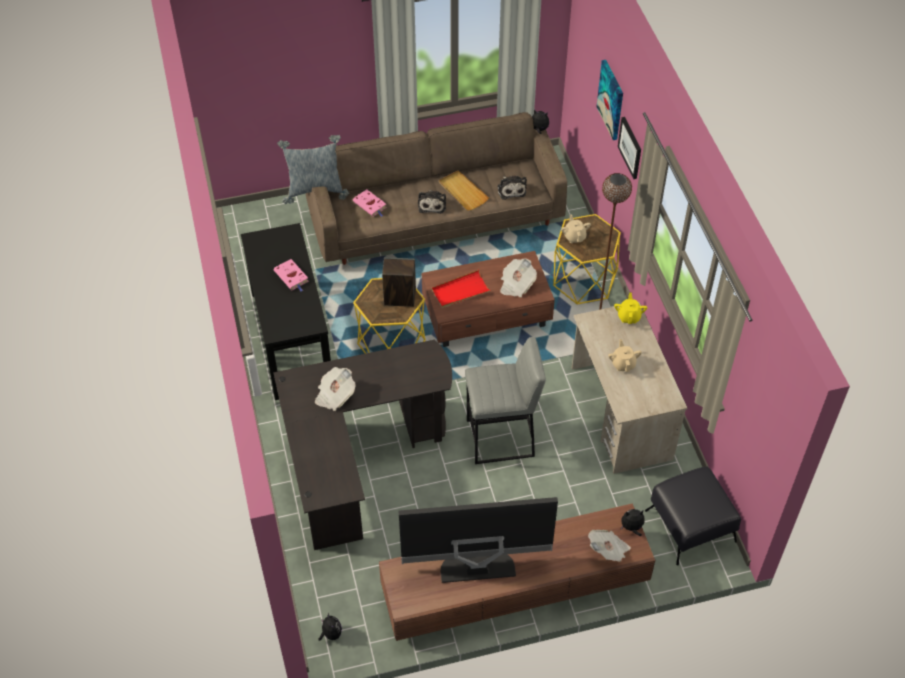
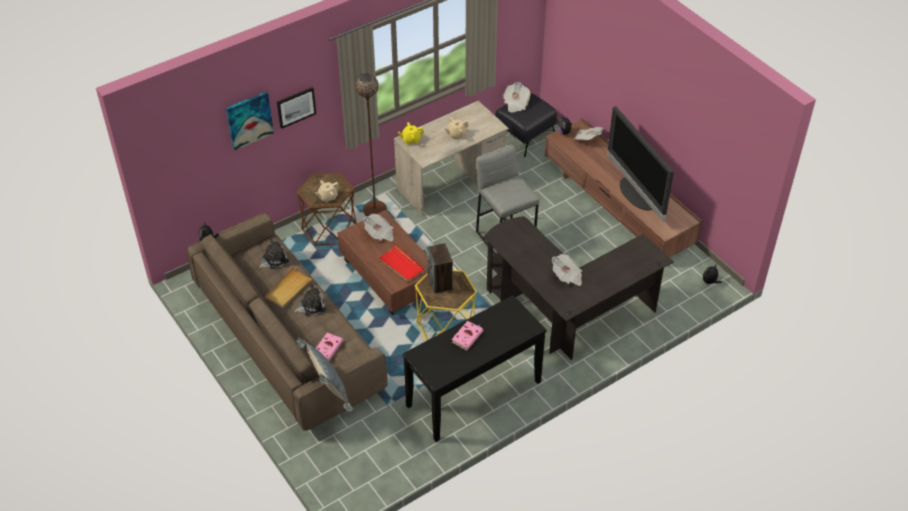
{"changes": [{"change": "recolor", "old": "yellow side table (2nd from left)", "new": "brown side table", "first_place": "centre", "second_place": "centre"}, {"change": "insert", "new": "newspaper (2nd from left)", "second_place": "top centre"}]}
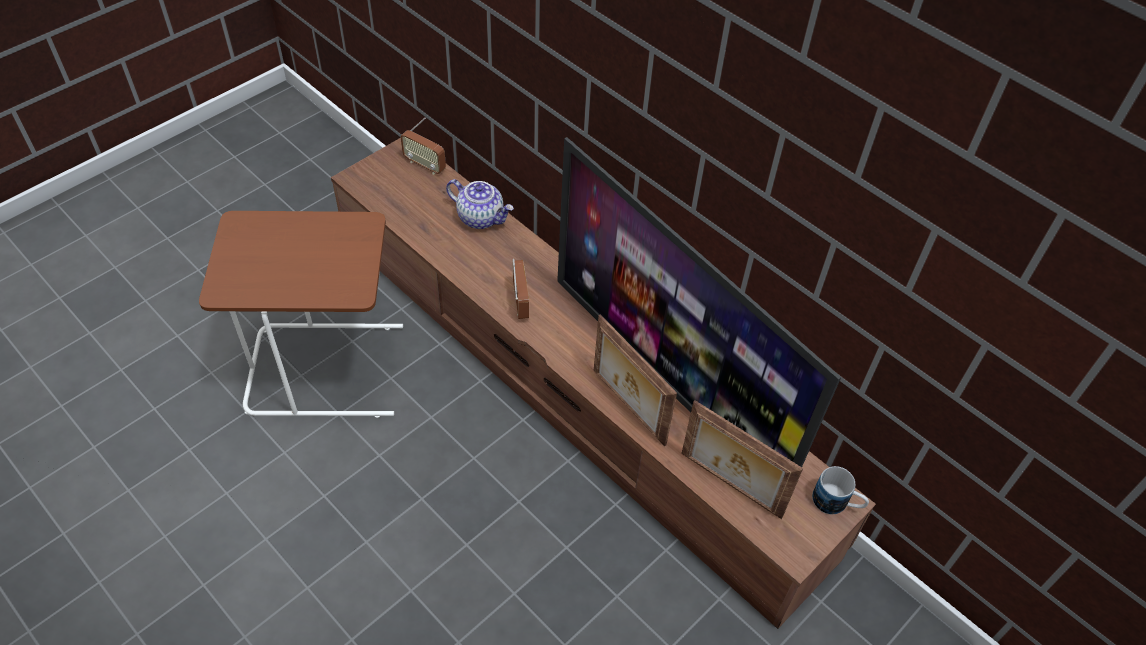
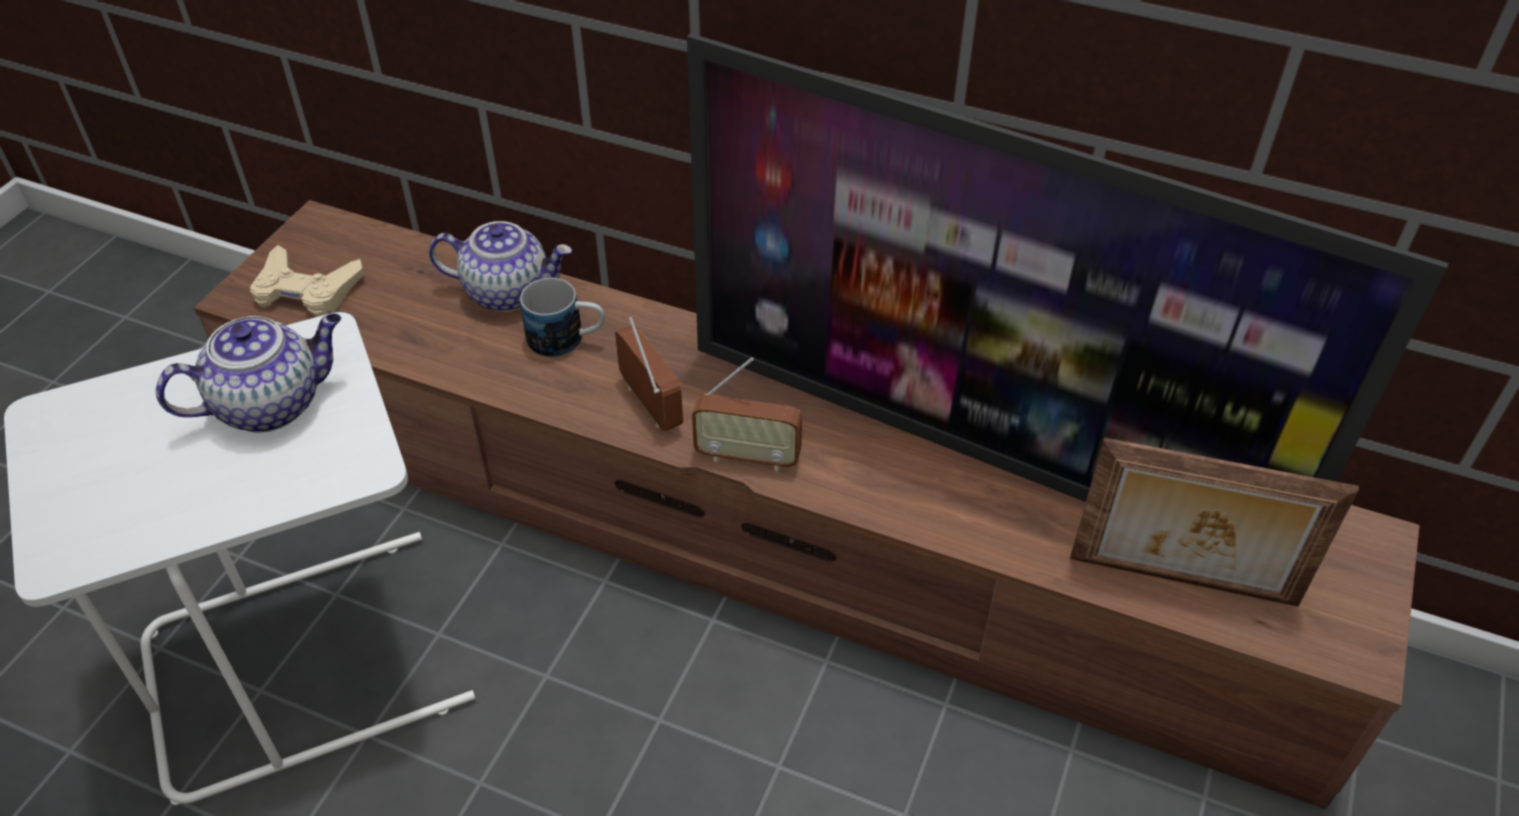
{"changes": [{"change": "recolor", "old": "brown side table", "new": "white side table", "first_place": "middle left", "second_place": "bottom left"}, {"change": "move", "old": "radio (1st from left in the first image)", "new": "radio (2nd from left)", "first_place": "top centre", "second_place": "centre"}, {"change": "delete", "old": "picture frame (1st from left)", "first_place": "centre"}, {"change": "move", "old": "mug", "first_place": "bottom right", "second_place": "centre"}, {"change": "insert", "new": "teapot (1st from left)", "second_place": "middle left"}, {"change": "insert", "new": "beige game controller", "second_place": "middle left"}]}
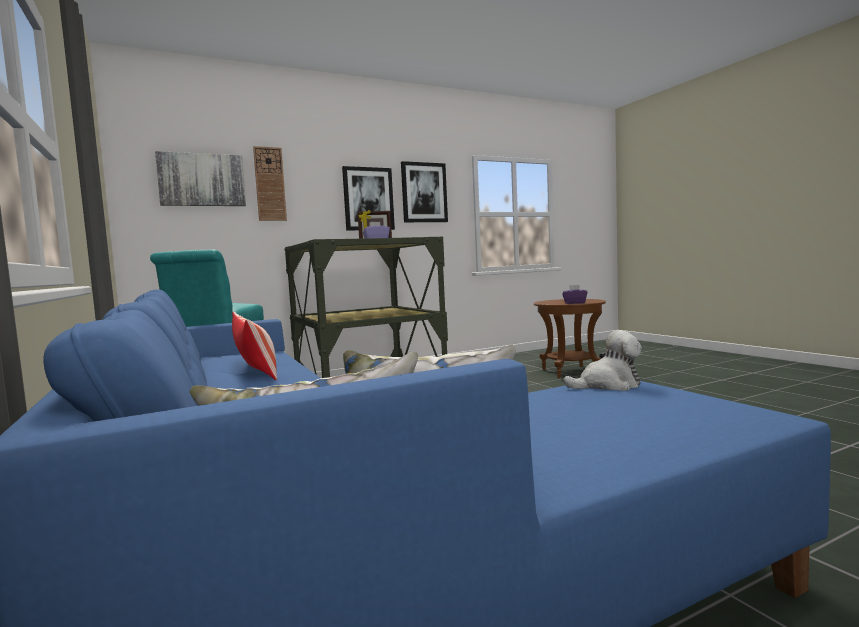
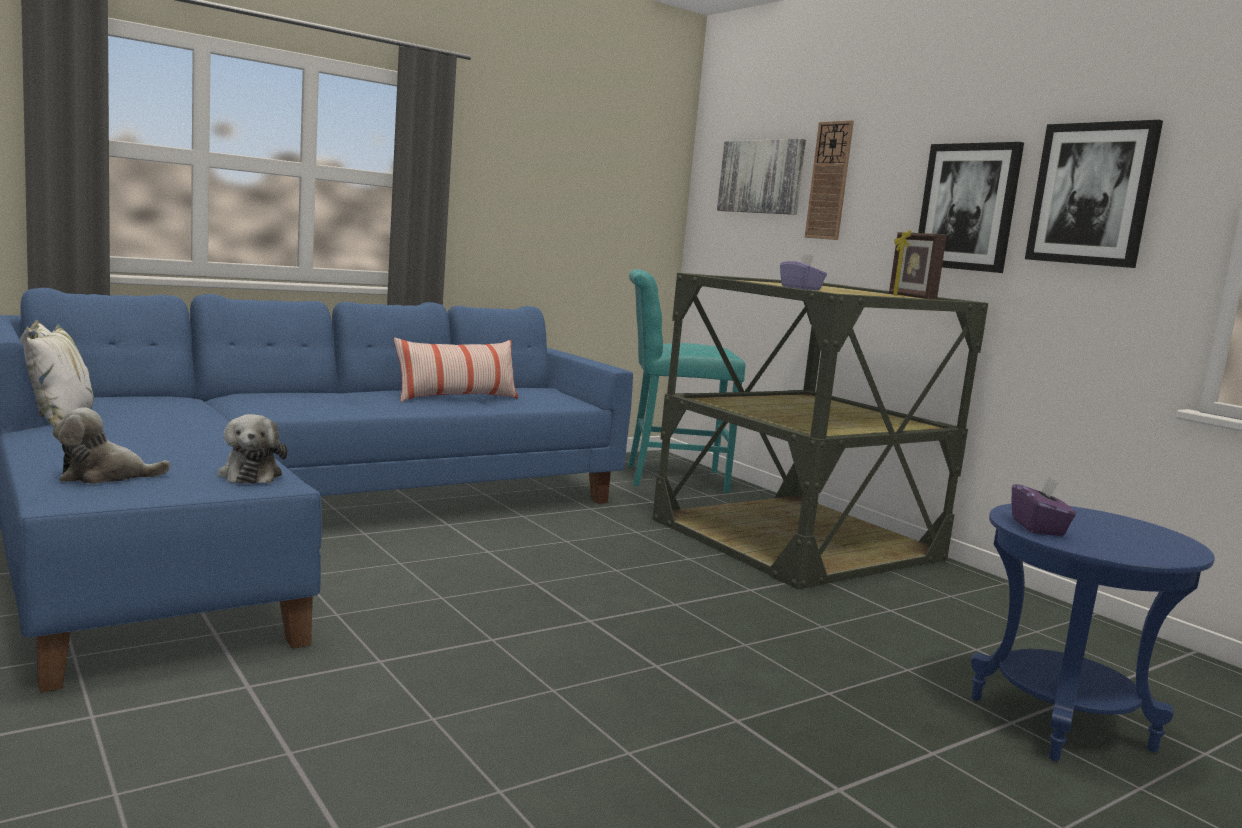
{"changes": [{"change": "recolor", "old": "brown side table", "new": "blue side table", "first_place": "centre", "second_place": "bottom right"}, {"change": "insert", "new": "plush toy (1st from left)", "second_place": "middle left"}]}
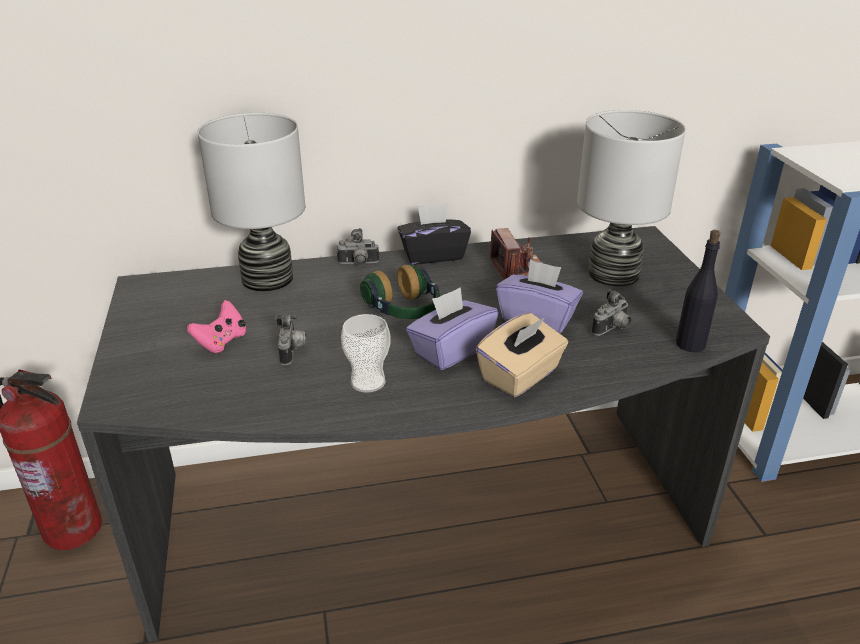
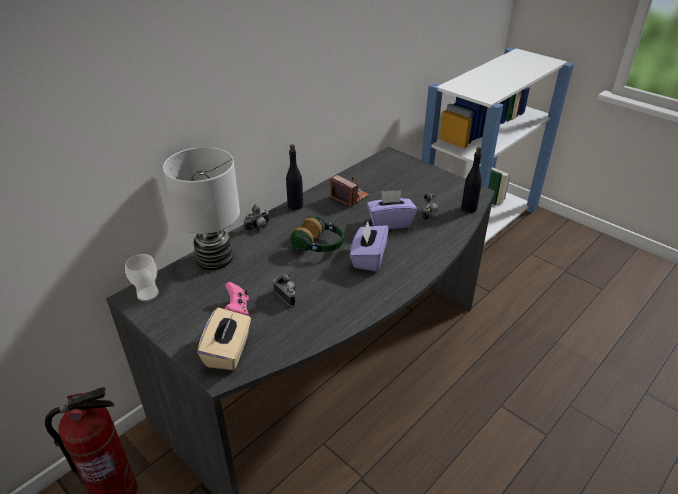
{"changes": [{"change": "move", "old": "cup", "first_place": "centre", "second_place": "middle left"}, {"change": "replace", "old": "black tissue box", "new": "black bottle (1st from left)", "first_place": "centre", "second_place": "centre"}, {"change": "move", "old": "beige tissue box", "first_place": "centre", "second_place": "bottom left"}, {"change": "delete", "old": "grey table lamp (2nd from left)", "first_place": "top right"}]}
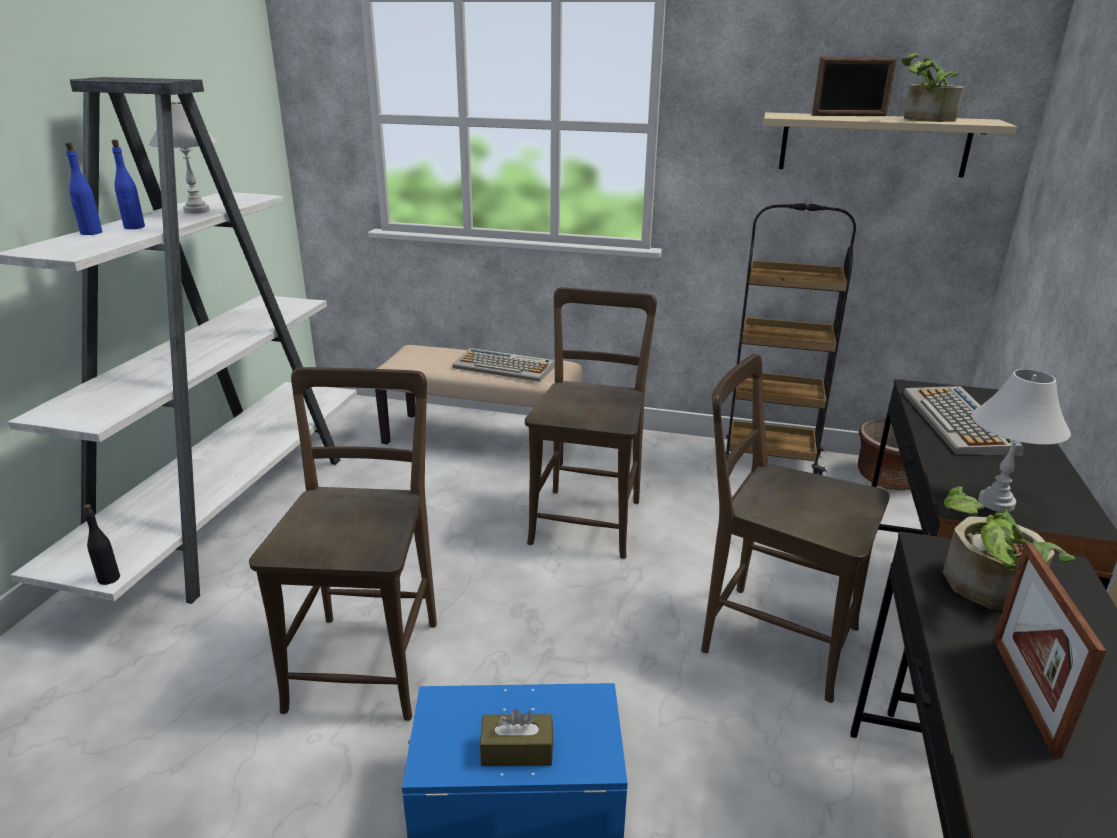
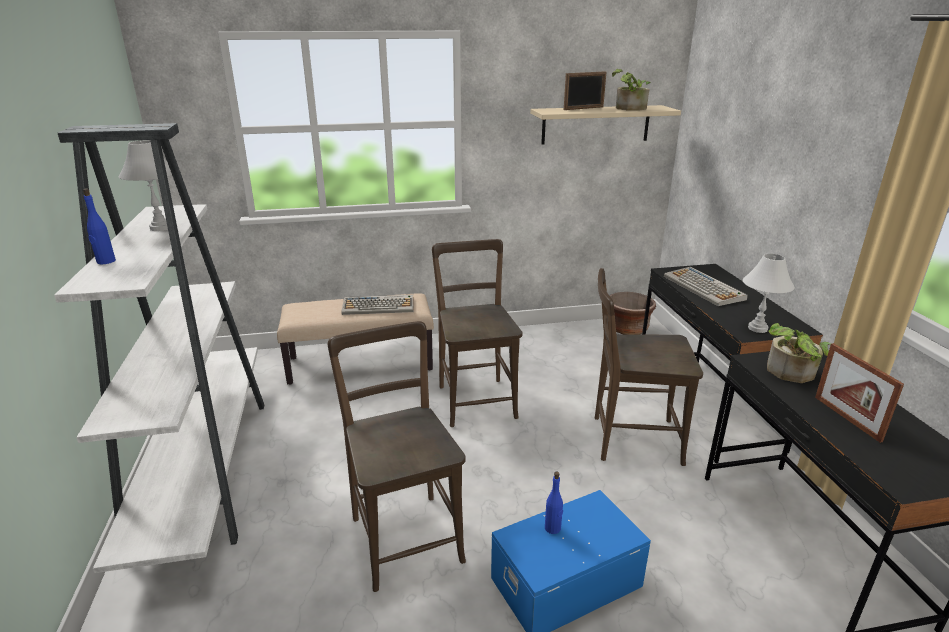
{"changes": [{"change": "delete", "old": "black bottle", "first_place": "middle left"}, {"change": "move", "old": "blue bottle (2nd from left)", "first_place": "top left", "second_place": "bottom centre"}, {"change": "delete", "old": "brown tissue box", "first_place": "bottom centre"}, {"change": "delete", "old": "brown cart", "first_place": "middle right"}]}
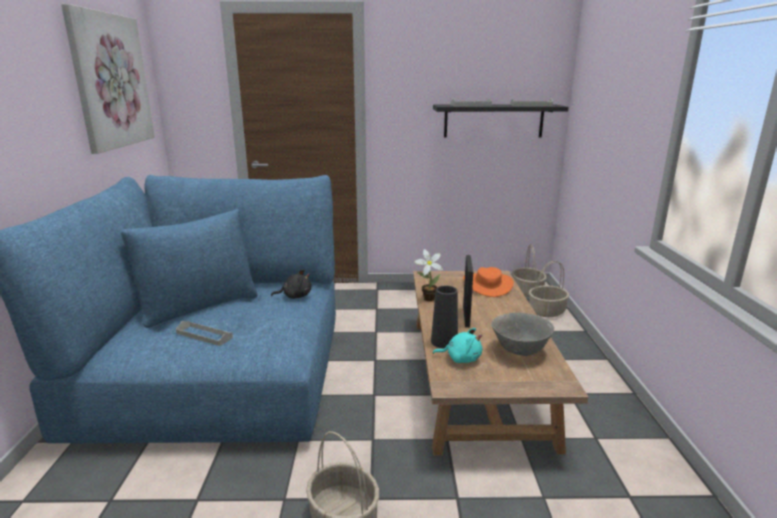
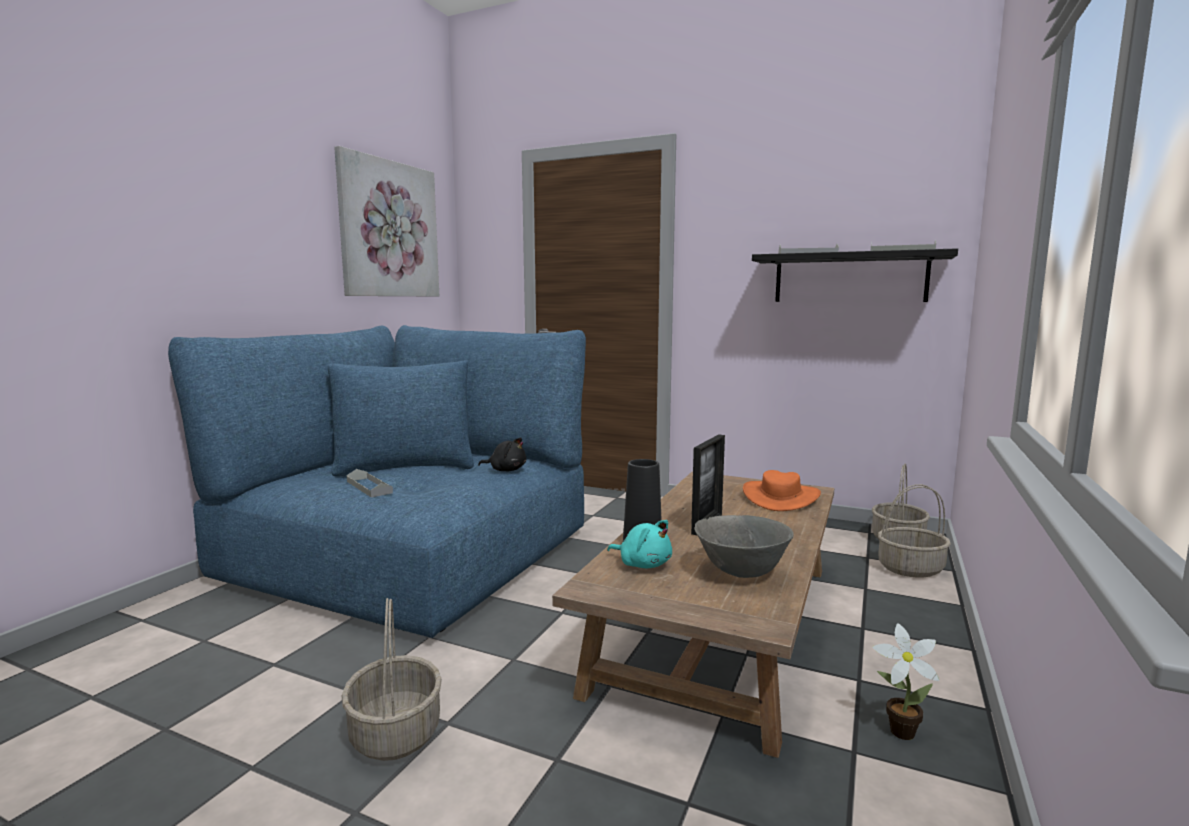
{"changes": [{"change": "move", "old": "potted plant", "first_place": "centre", "second_place": "bottom right"}]}
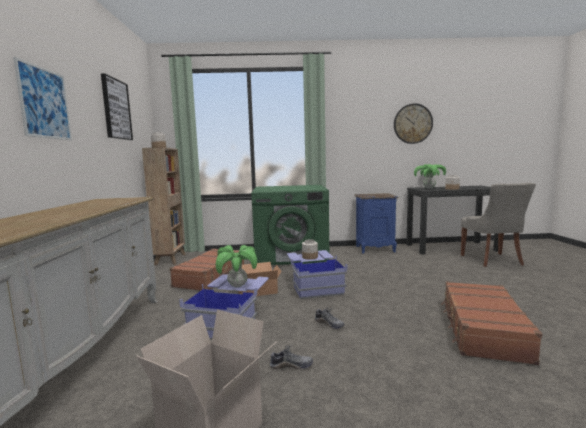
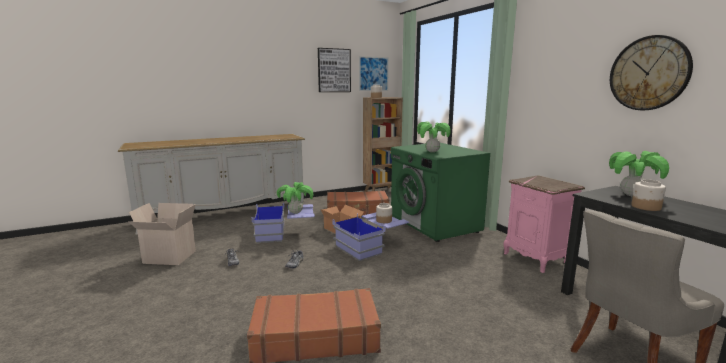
{"changes": [{"change": "move", "old": "picture (1st from left in the first image)", "new": "picture (2nd from left)", "first_place": "top left", "second_place": "top centre"}, {"change": "recolor", "old": "blue nightstand", "new": "pink nightstand", "first_place": "centre", "second_place": "middle right"}, {"change": "insert", "new": "potted plant (2nd from left)", "second_place": "centre"}]}
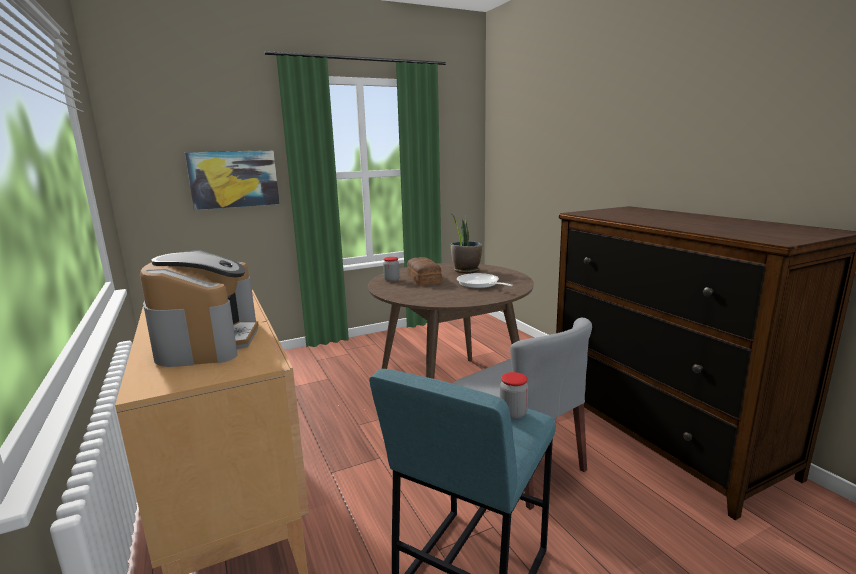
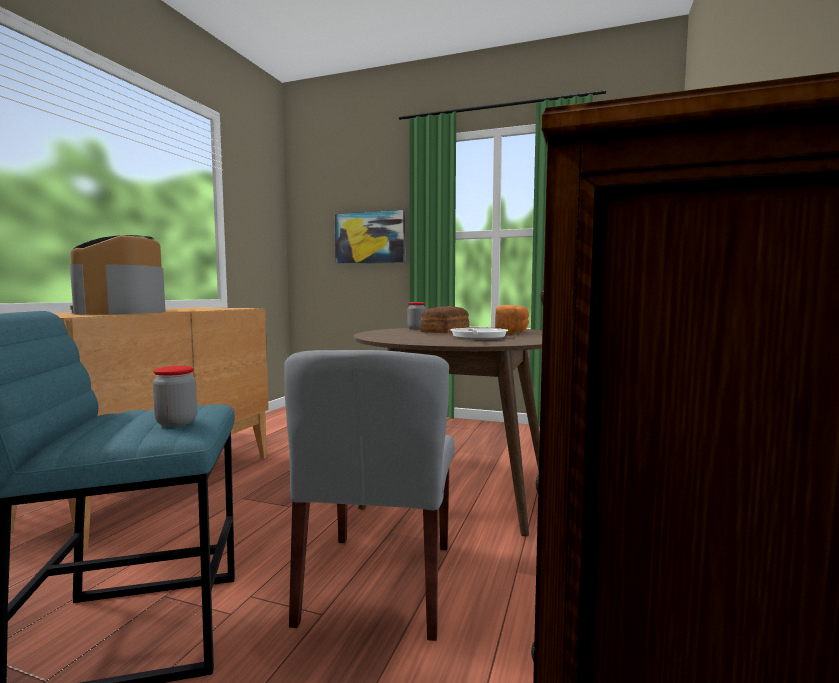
{"changes": [{"change": "rotate", "old": "coffee machine", "first_place": "middle left", "second_place": "middle left", "degrees": 120}, {"change": "replace", "old": "potted plant", "new": "bread (2nd from left)", "first_place": "centre", "second_place": "centre"}]}
